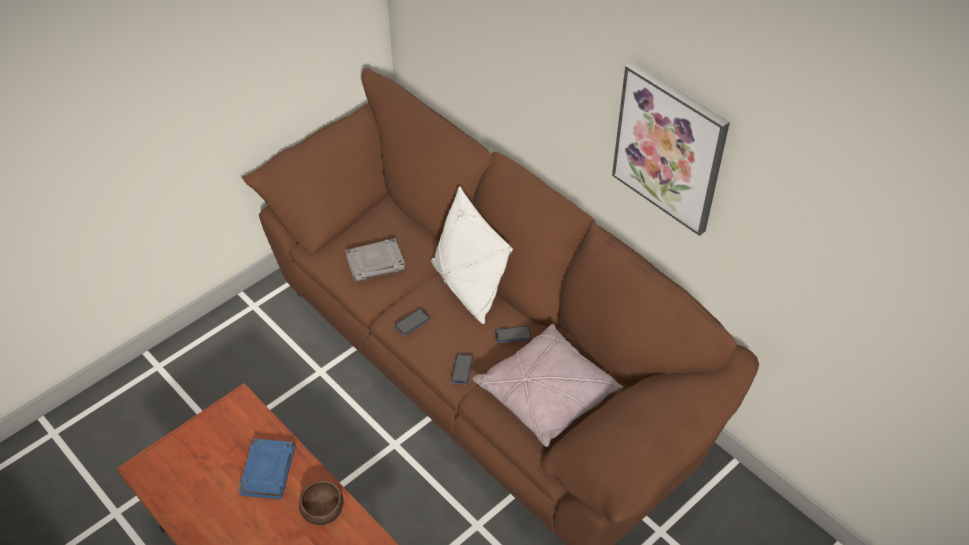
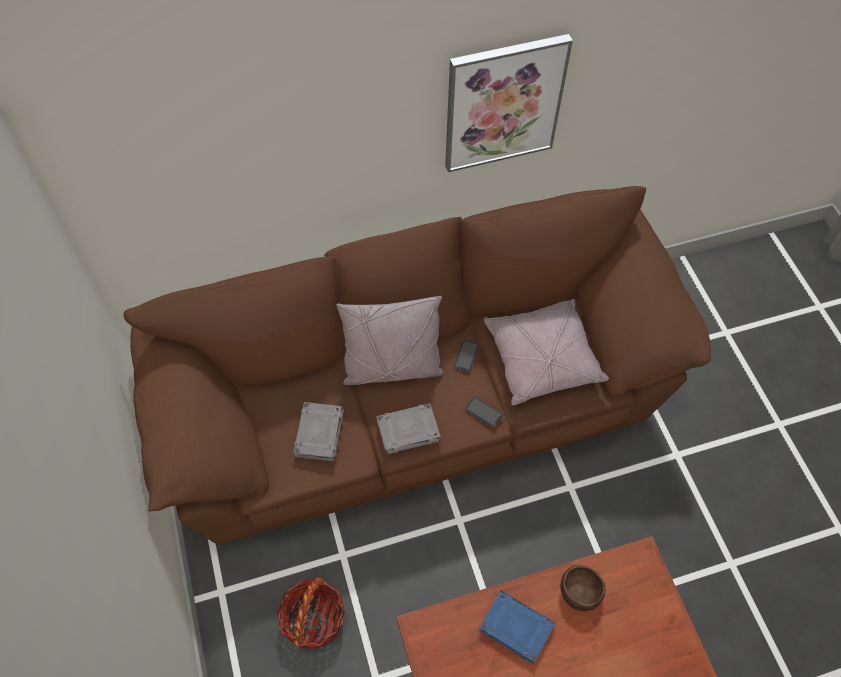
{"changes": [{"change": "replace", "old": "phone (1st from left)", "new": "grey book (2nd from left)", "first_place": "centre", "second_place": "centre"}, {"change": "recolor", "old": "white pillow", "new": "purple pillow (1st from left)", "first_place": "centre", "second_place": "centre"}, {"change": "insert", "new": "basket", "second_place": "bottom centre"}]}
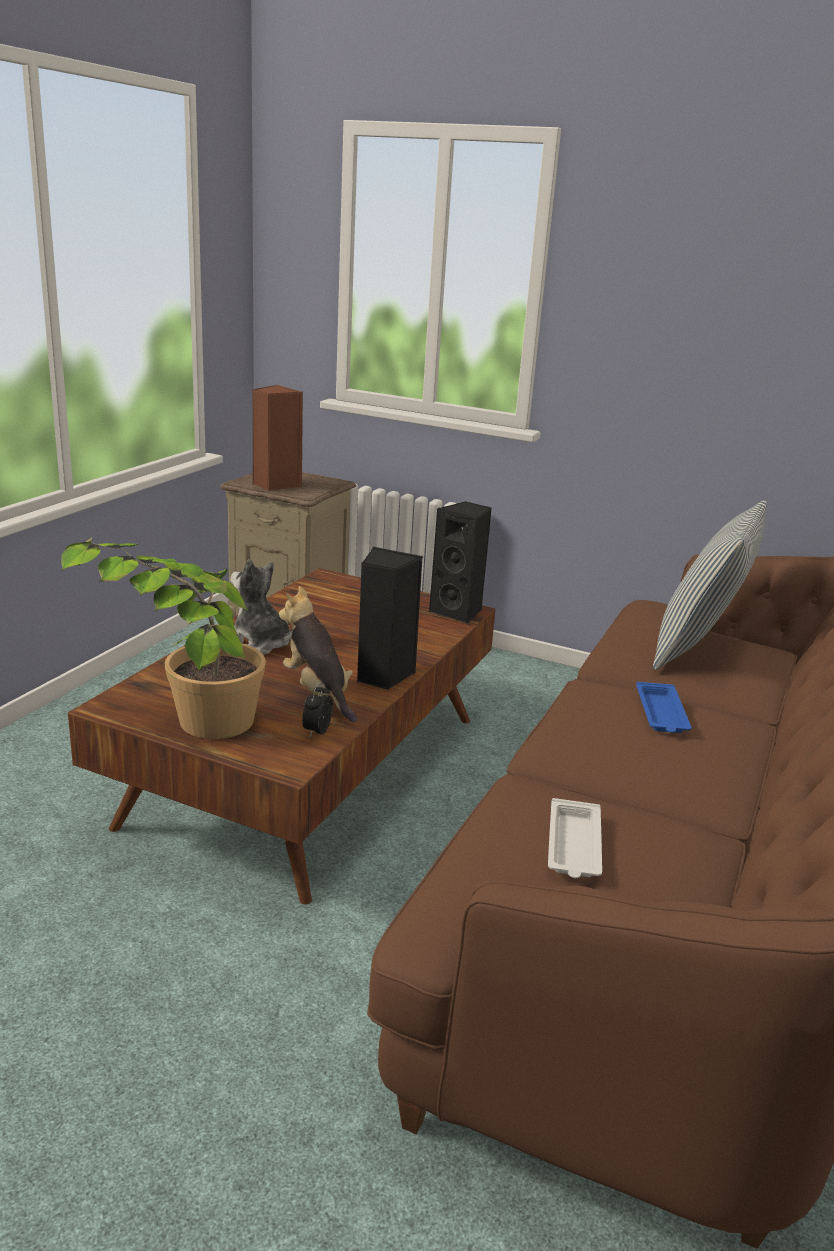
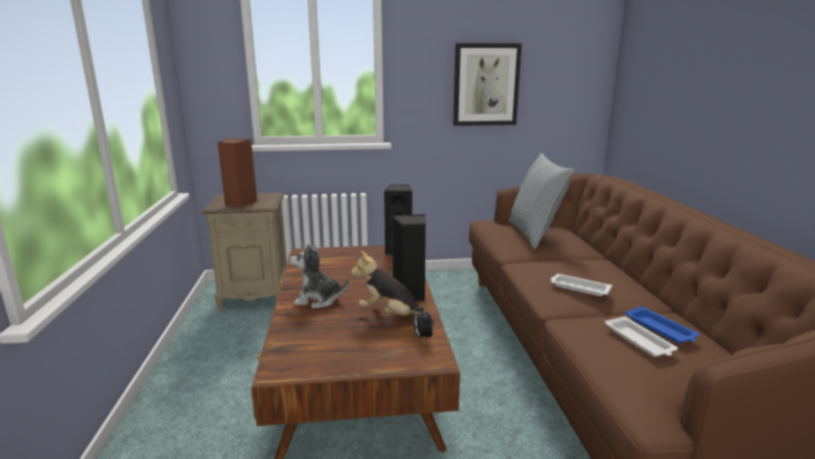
{"changes": [{"change": "delete", "old": "potted plant", "first_place": "middle left"}, {"change": "move", "old": "blue tray", "first_place": "middle right", "second_place": "bottom right"}, {"change": "insert", "new": "picture", "second_place": "top centre"}, {"change": "insert", "new": "white tray (1st from left)", "second_place": "middle right"}]}
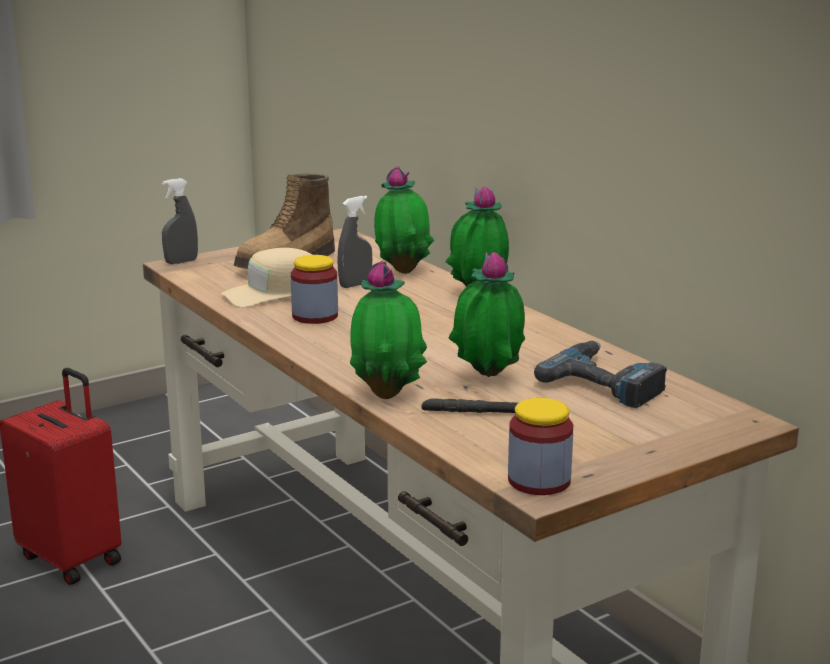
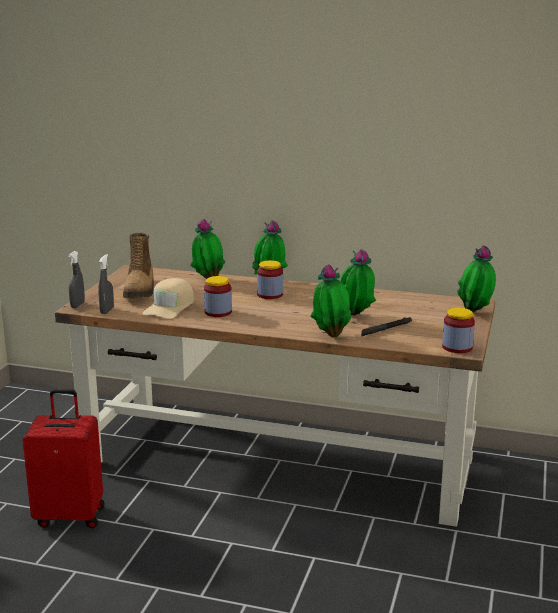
{"changes": [{"change": "move", "old": "grey spray bottle (2nd from left)", "first_place": "centre", "second_place": "middle left"}, {"change": "delete", "old": "power drill", "first_place": "middle right"}, {"change": "insert", "new": "jar (2nd from left)", "second_place": "centre"}, {"change": "insert", "new": "potted plant (5th from left)", "second_place": "middle right"}]}
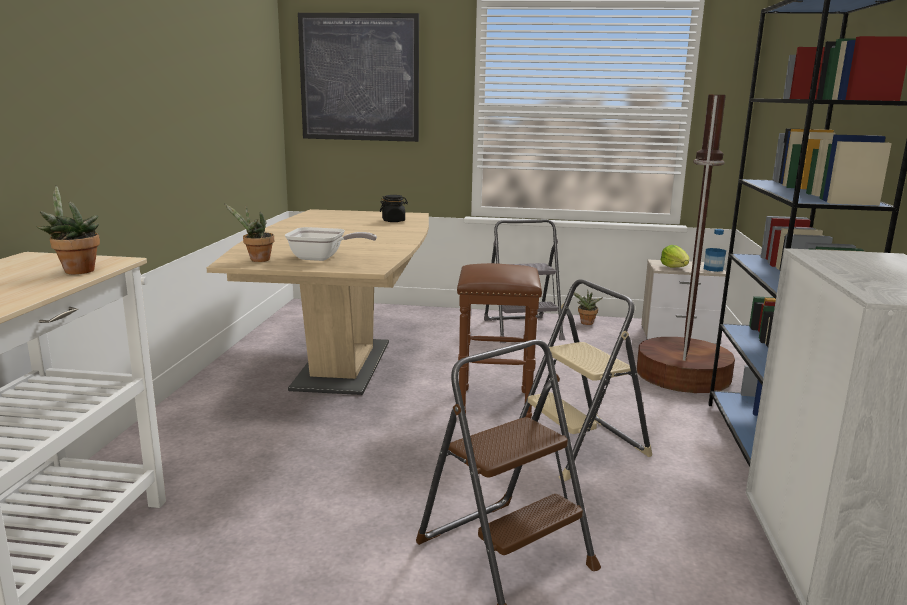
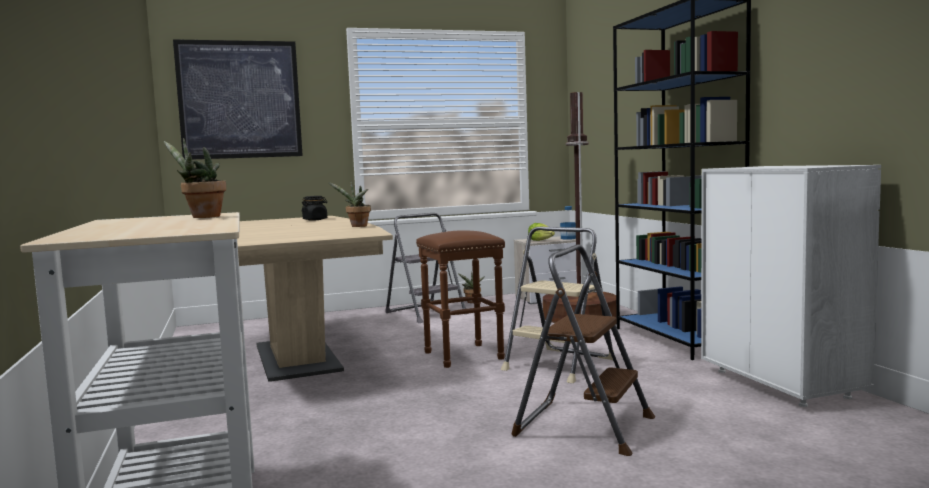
{"changes": [{"change": "move", "old": "potted plant (2nd from left)", "first_place": "middle left", "second_place": "centre"}, {"change": "delete", "old": "frying pan", "first_place": "centre"}]}
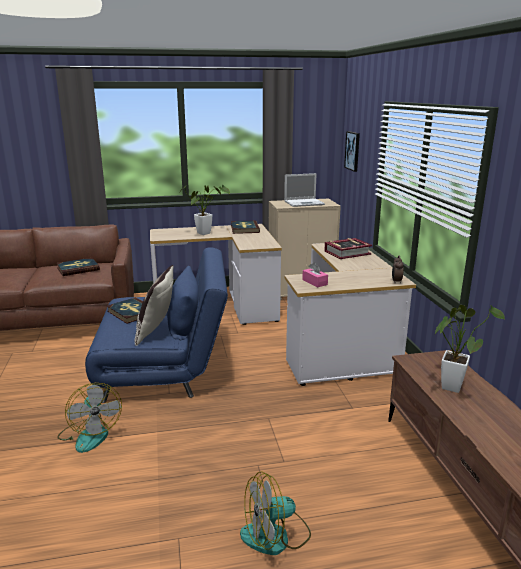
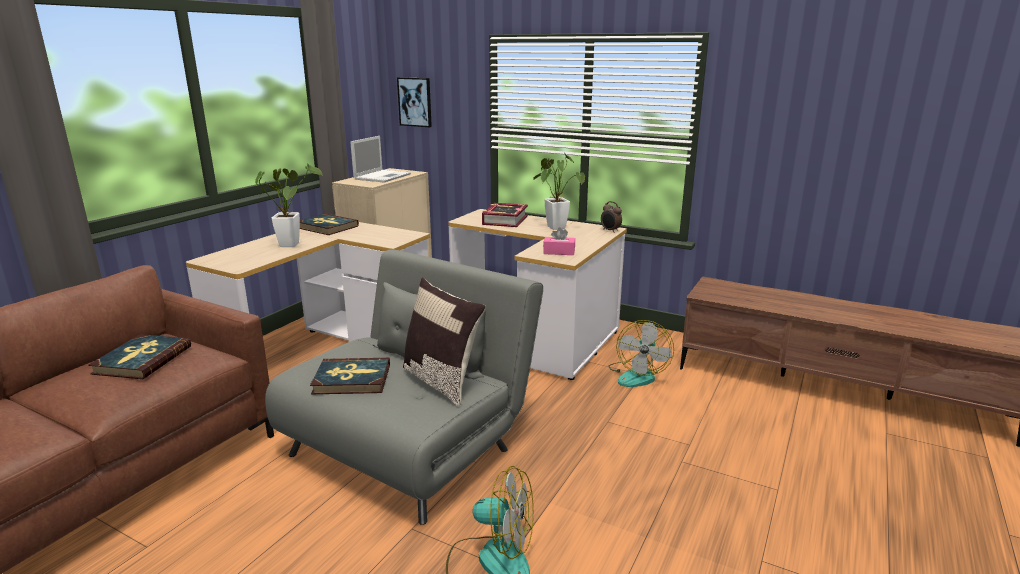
{"changes": [{"change": "recolor", "old": "blue armchair", "new": "grey armchair", "first_place": "middle left", "second_place": "bottom centre"}, {"change": "move", "old": "fan (2nd from left)", "first_place": "bottom centre", "second_place": "centre"}, {"change": "move", "old": "potted plant (2nd from left)", "first_place": "middle right", "second_place": "top centre"}]}
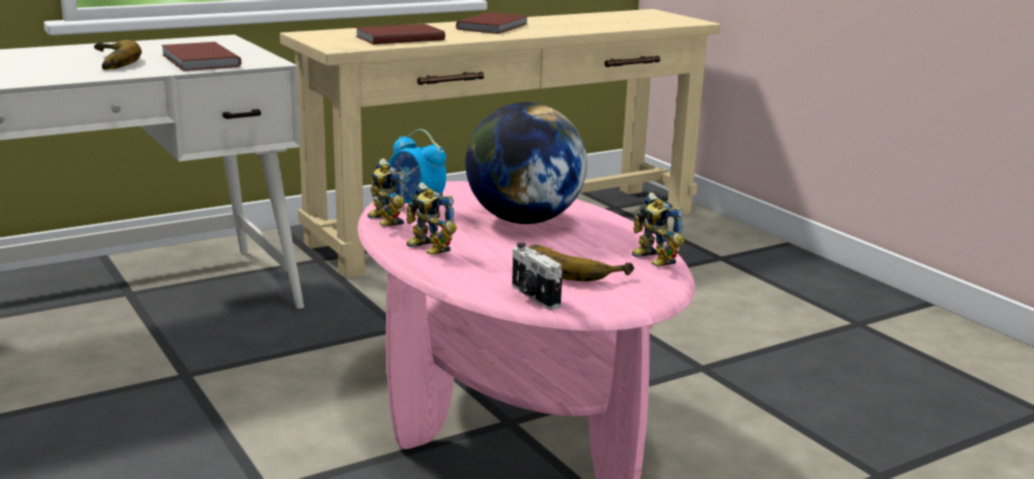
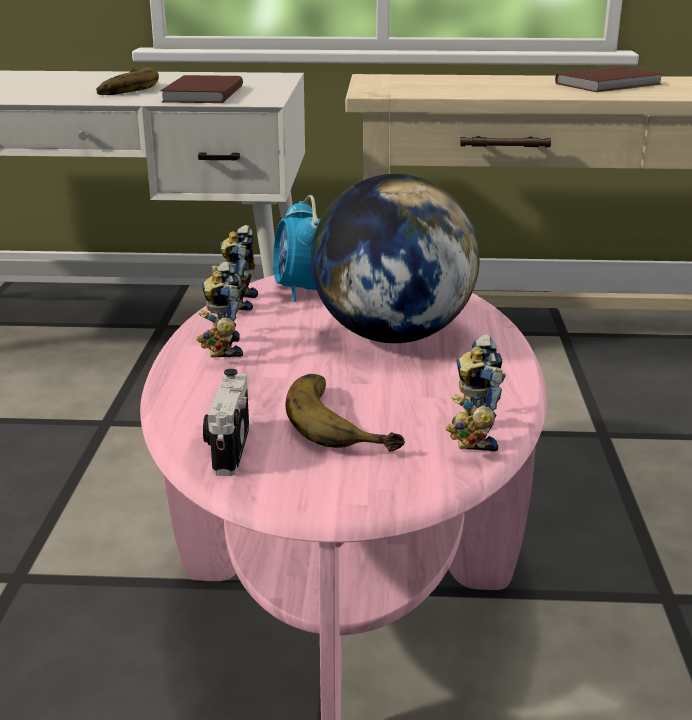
{"changes": [{"change": "delete", "old": "brown book (2nd from left)", "first_place": "top centre"}]}
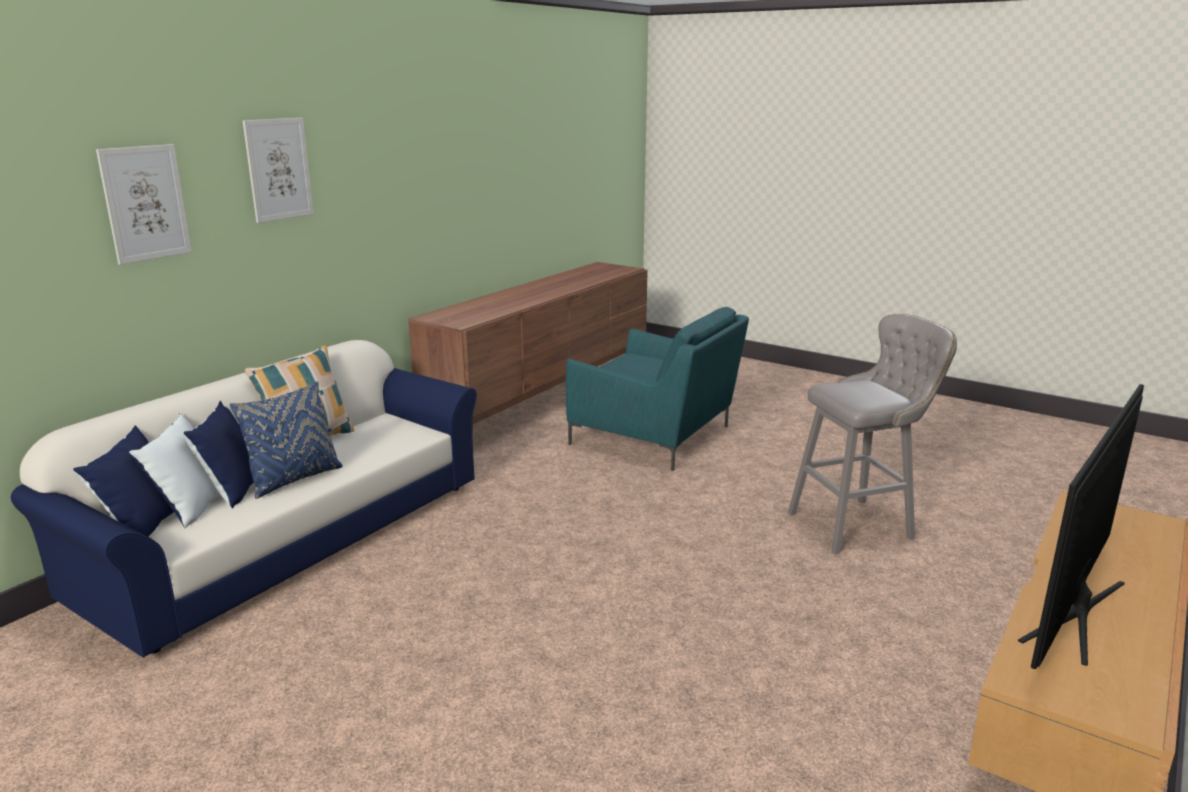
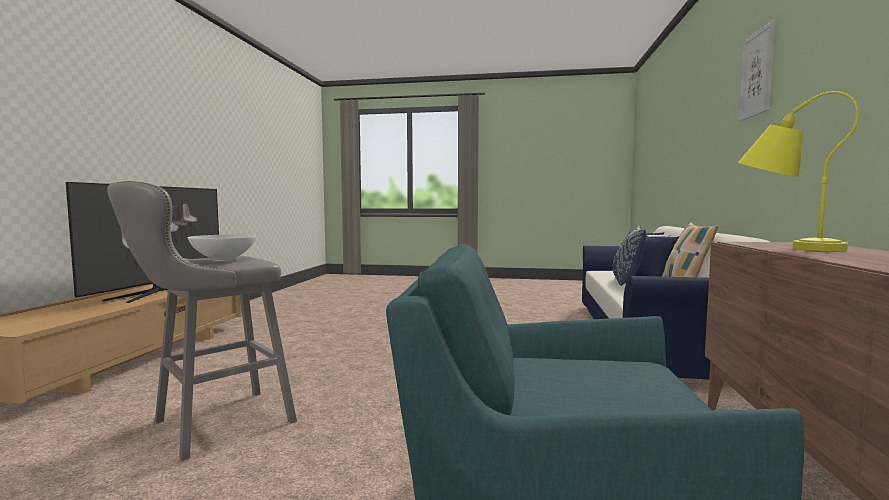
{"changes": [{"change": "delete", "old": "picture (1st from left)", "first_place": "top left"}, {"change": "insert", "new": "white bowl", "second_place": "middle left"}, {"change": "insert", "new": "yellow table lamp", "second_place": "middle right"}]}
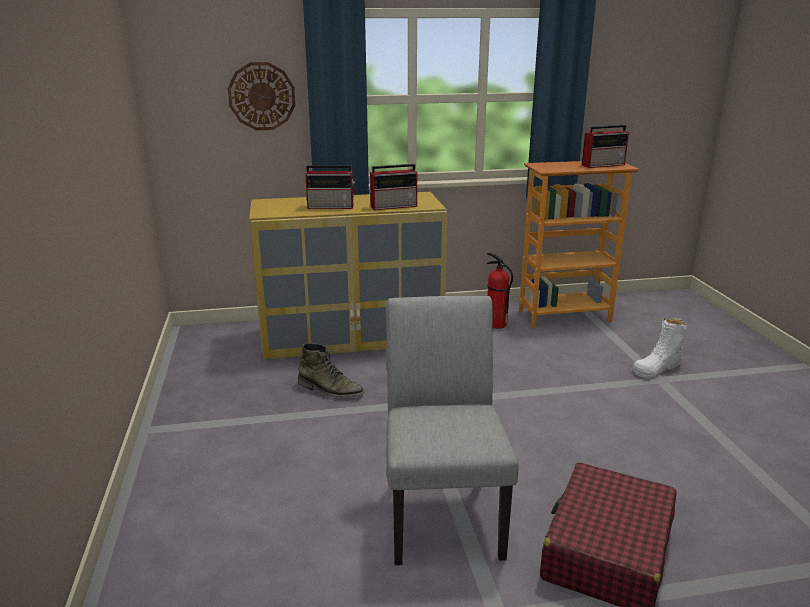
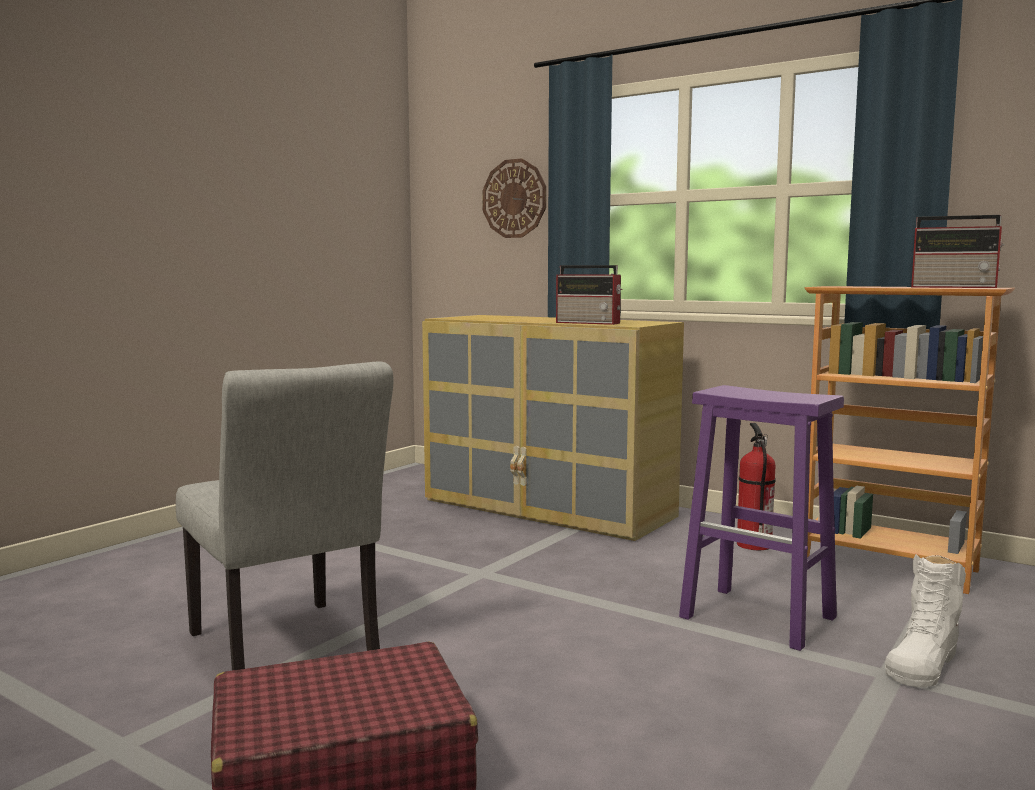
{"changes": [{"change": "delete", "old": "green boot", "first_place": "centre"}, {"change": "delete", "old": "radio (1st from left)", "first_place": "top centre"}, {"change": "rotate", "old": "grey chair", "first_place": "bottom centre", "second_place": "middle left", "degrees": 105}, {"change": "rotate", "old": "white boot", "first_place": "middle right", "second_place": "bottom right", "degrees": -60}, {"change": "insert", "new": "purple stool", "second_place": "middle right"}]}
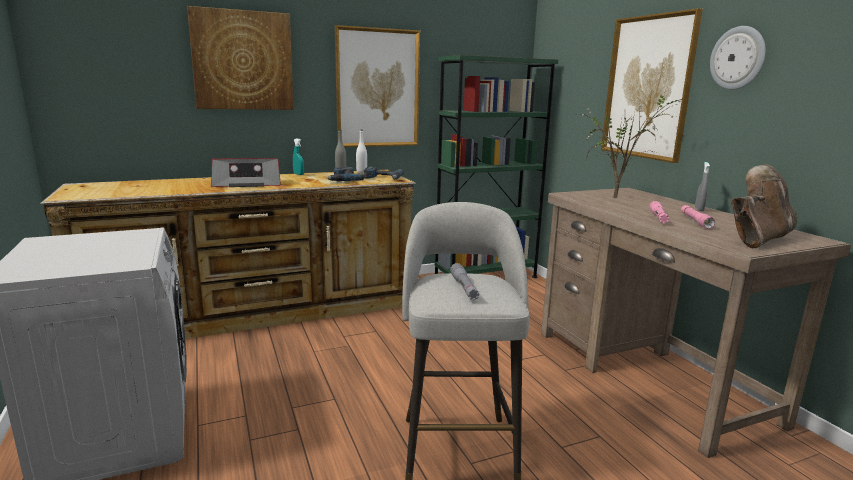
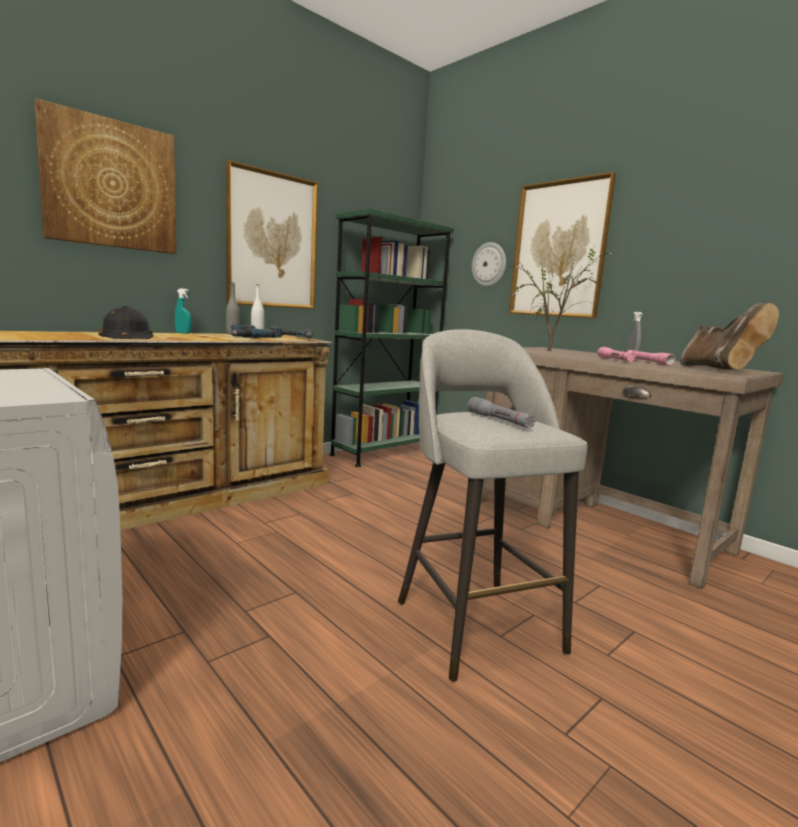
{"changes": [{"change": "replace", "old": "radio", "new": "black hard hat", "first_place": "middle left", "second_place": "middle left"}, {"change": "move", "old": "wall clock", "first_place": "top right", "second_place": "top centre"}, {"change": "rotate", "old": "brown boot", "first_place": "middle right", "second_place": "middle right", "degrees": 135}]}
